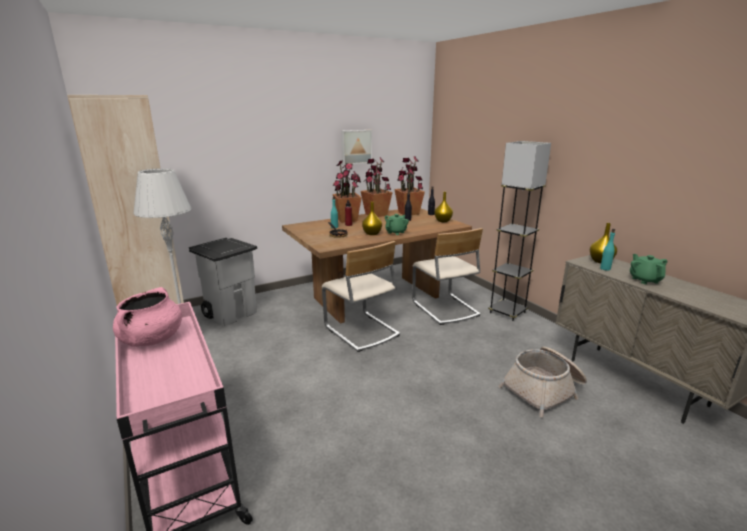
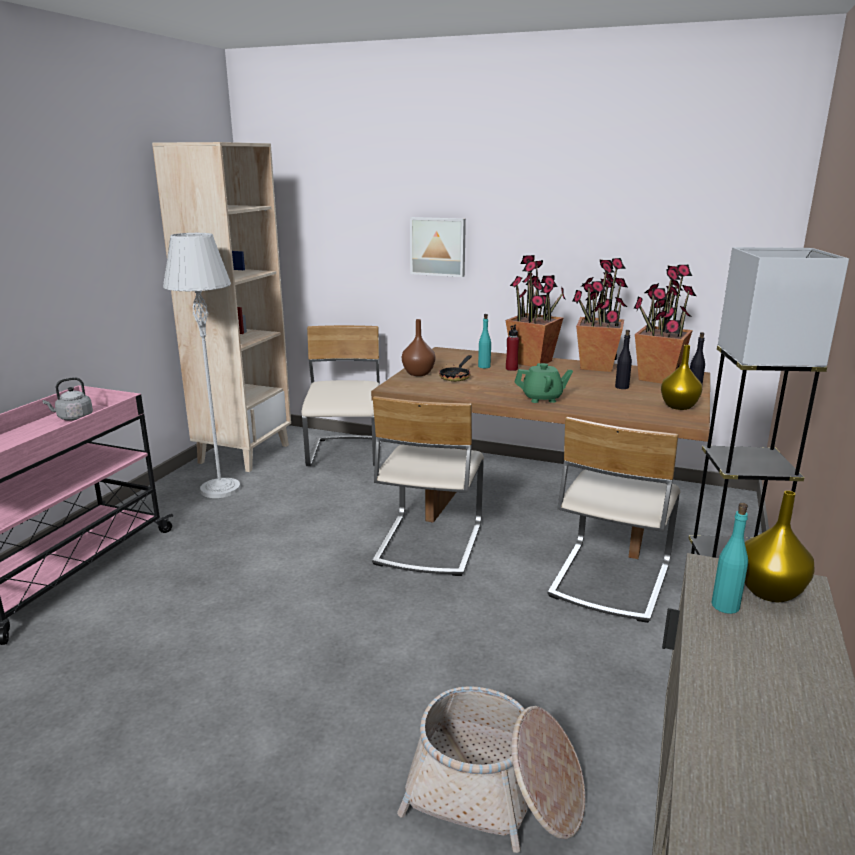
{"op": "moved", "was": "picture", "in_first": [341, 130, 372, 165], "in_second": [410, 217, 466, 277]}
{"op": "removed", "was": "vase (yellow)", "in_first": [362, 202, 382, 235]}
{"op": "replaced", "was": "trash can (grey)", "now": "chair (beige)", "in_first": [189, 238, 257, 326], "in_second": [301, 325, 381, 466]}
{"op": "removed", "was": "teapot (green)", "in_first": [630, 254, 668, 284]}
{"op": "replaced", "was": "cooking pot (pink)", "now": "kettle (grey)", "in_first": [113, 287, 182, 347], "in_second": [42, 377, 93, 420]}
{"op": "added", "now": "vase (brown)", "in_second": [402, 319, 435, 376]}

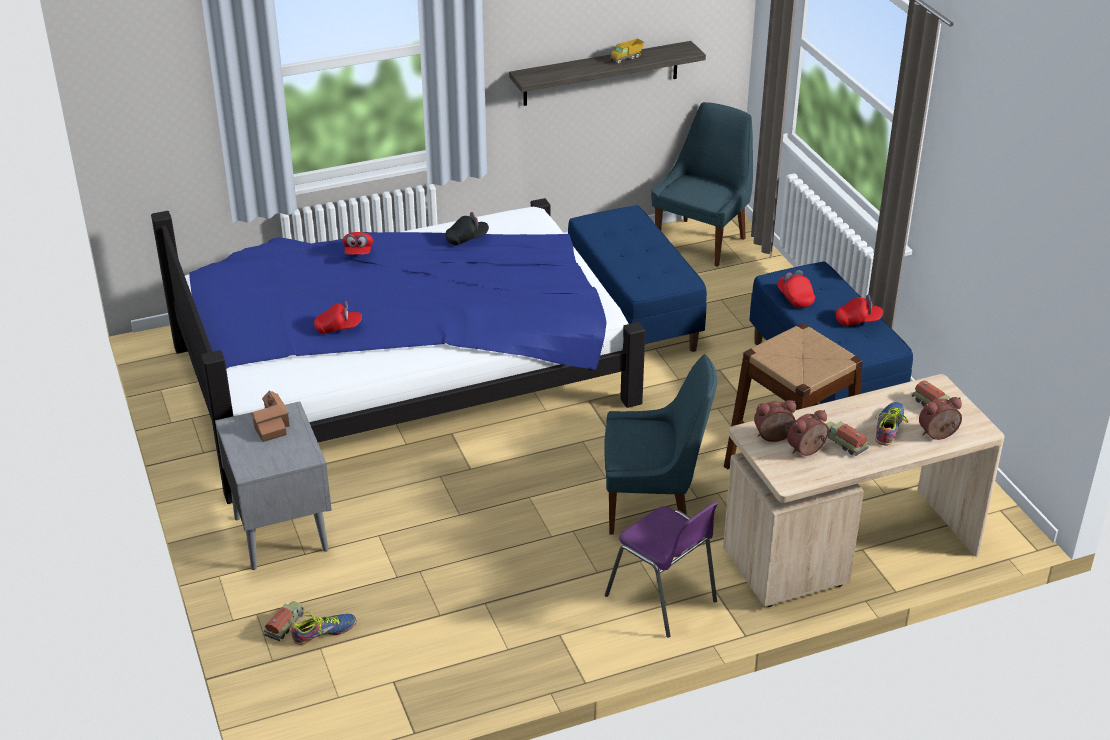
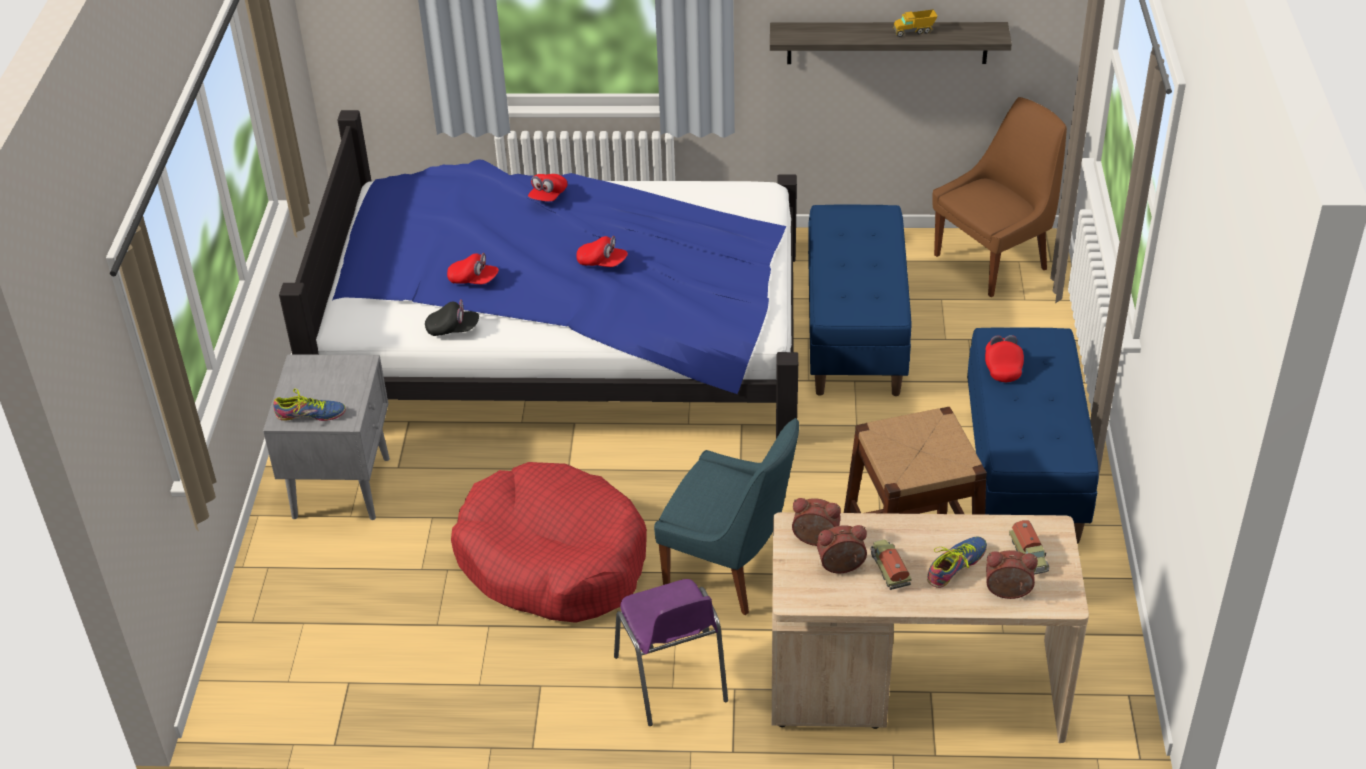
{"op": "recoloured", "was": "chair (blue)", "now": "chair (brown)", "in_first": [651, 102, 753, 267], "in_second": [933, 97, 1067, 297]}
{"op": "moved", "was": "cap (black)", "in_first": [445, 212, 489, 245], "in_second": [425, 299, 479, 336]}
{"op": "moved", "was": "cap (red)", "in_first": [835, 294, 883, 326], "in_second": [576, 236, 628, 267]}
{"op": "removed", "was": "toy house", "in_first": [251, 390, 289, 442]}
{"op": "removed", "was": "toy truck", "in_first": [264, 601, 304, 641]}
{"op": "moved", "was": "shoe", "in_first": [291, 612, 357, 645], "in_second": [273, 389, 346, 421]}
{"op": "added", "now": "dog bed (red)", "in_second": [451, 462, 647, 623]}

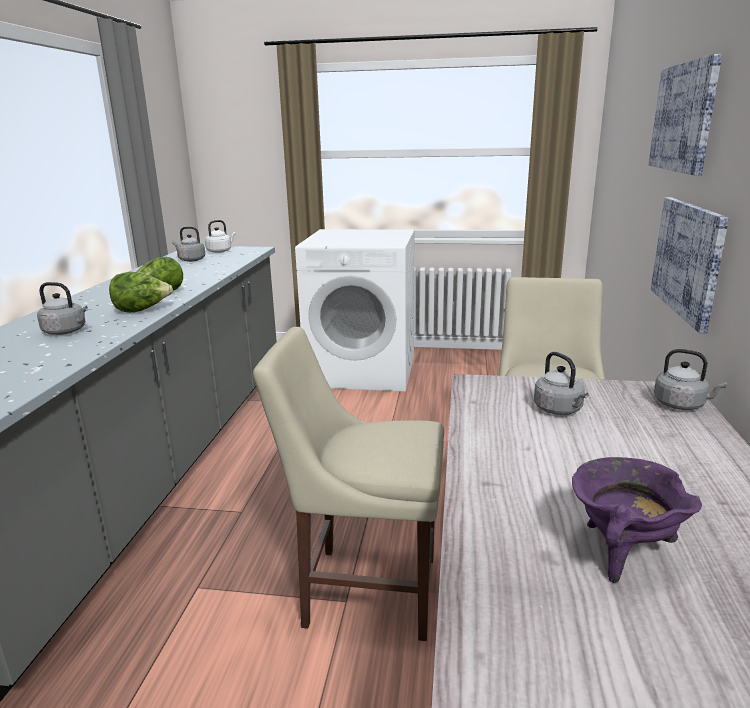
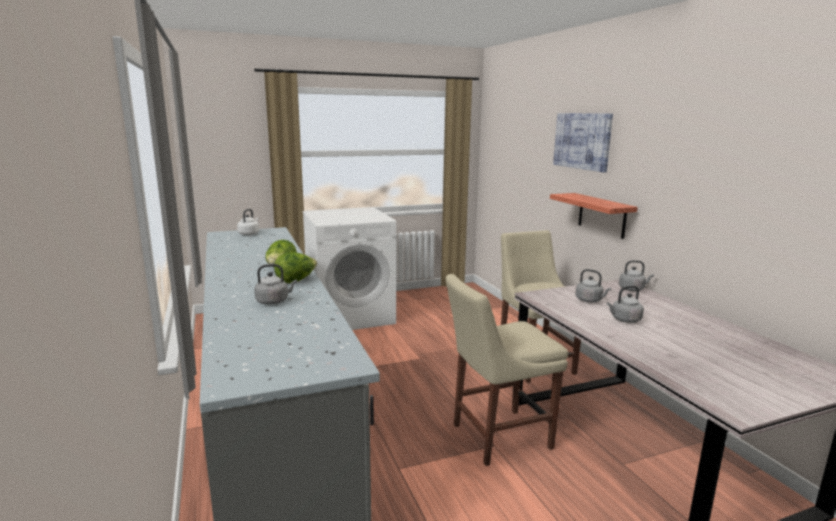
{"op": "replaced", "was": "picture", "now": "shelf", "in_first": [651, 197, 729, 333], "in_second": [550, 193, 638, 239]}
{"op": "moved", "was": "kettle (grey)", "in_first": [172, 227, 205, 262], "in_second": [607, 285, 644, 323]}
{"op": "removed", "was": "cooking pot (purple)", "in_first": [572, 457, 702, 583]}

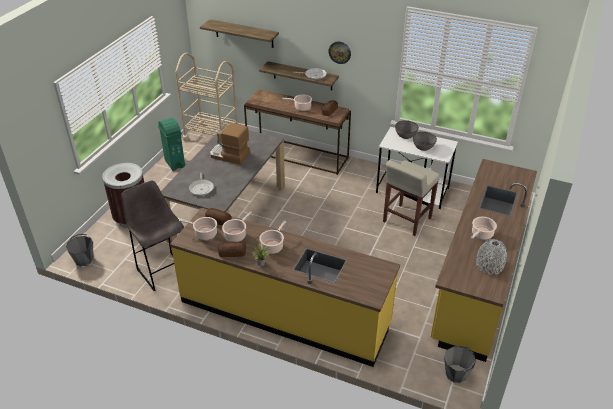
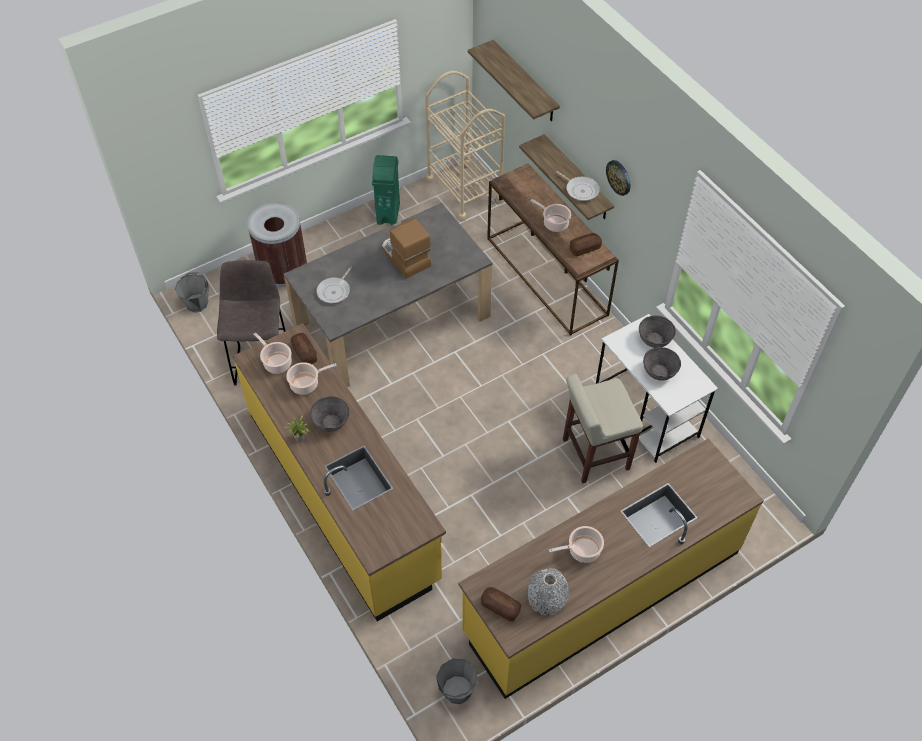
{"op": "replaced", "was": "cooking pot", "now": "bowl (grey)", "in_first": [259, 221, 286, 254], "in_second": [310, 396, 349, 432]}
{"op": "moved", "was": "bread", "in_first": [218, 242, 246, 257], "in_second": [481, 587, 521, 622]}

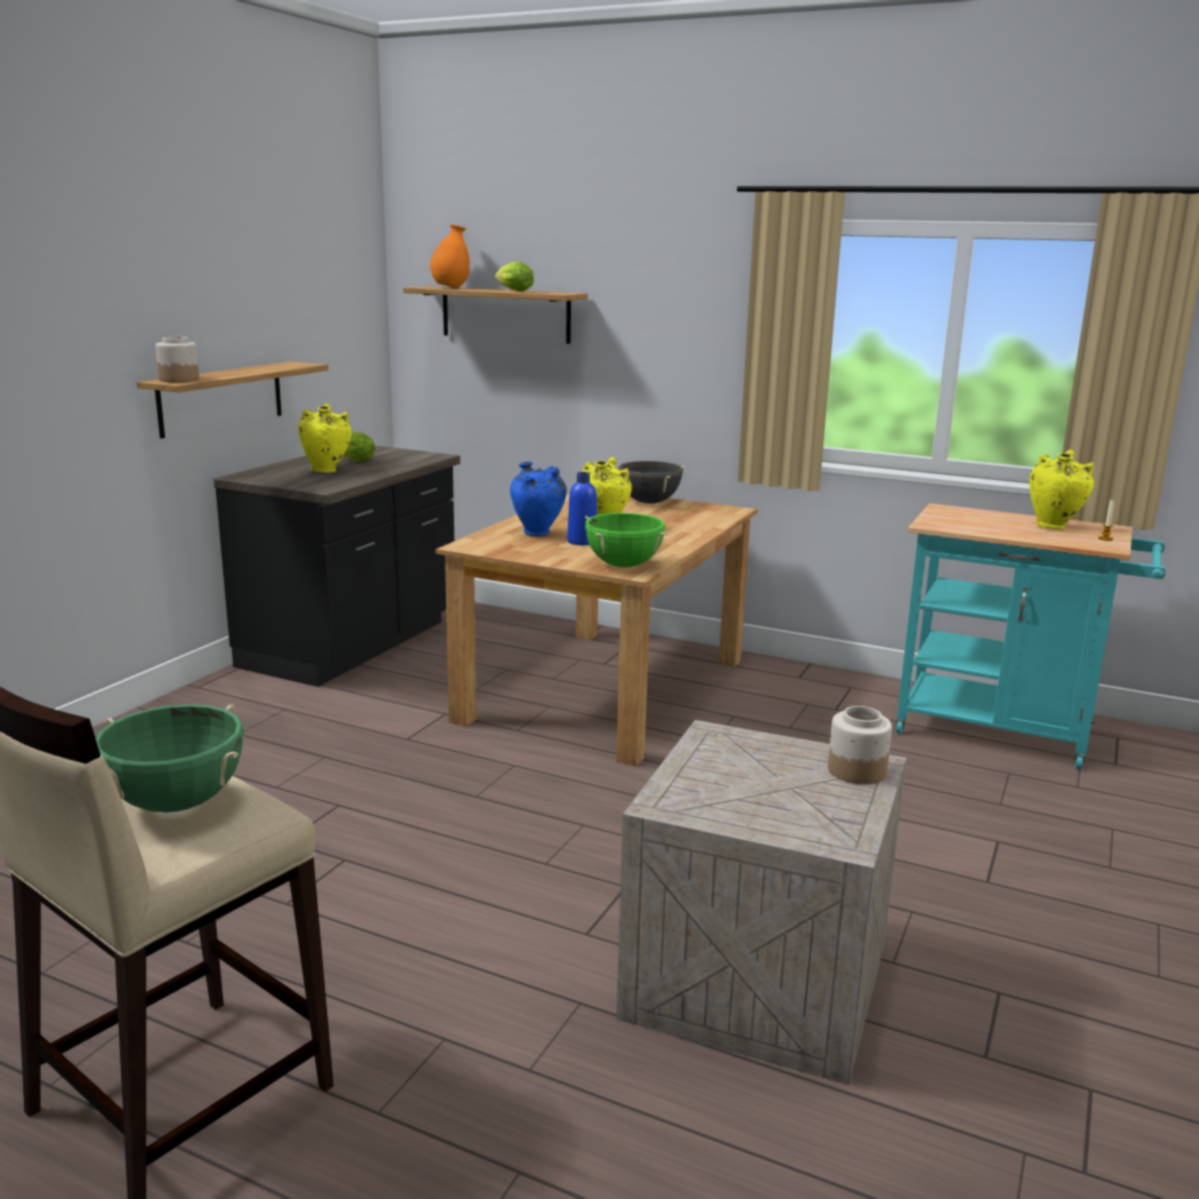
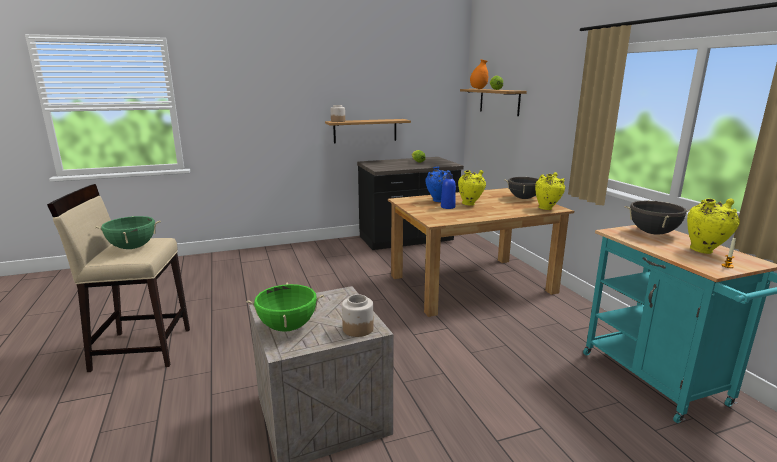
{"op": "moved", "was": "vase (yellow)", "in_first": [298, 403, 352, 473], "in_second": [535, 172, 565, 210]}
{"op": "moved", "was": "cooking pot (green)", "in_first": [584, 513, 668, 567], "in_second": [246, 283, 324, 332]}
{"op": "added", "now": "cooking pot (black)", "in_second": [624, 200, 690, 235]}

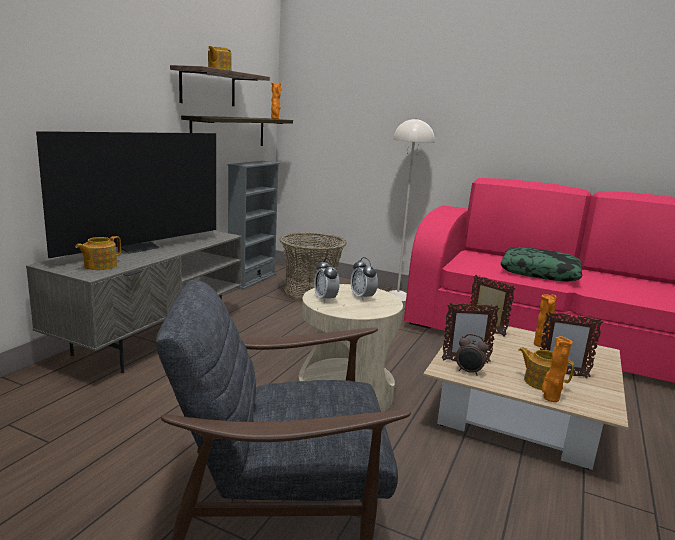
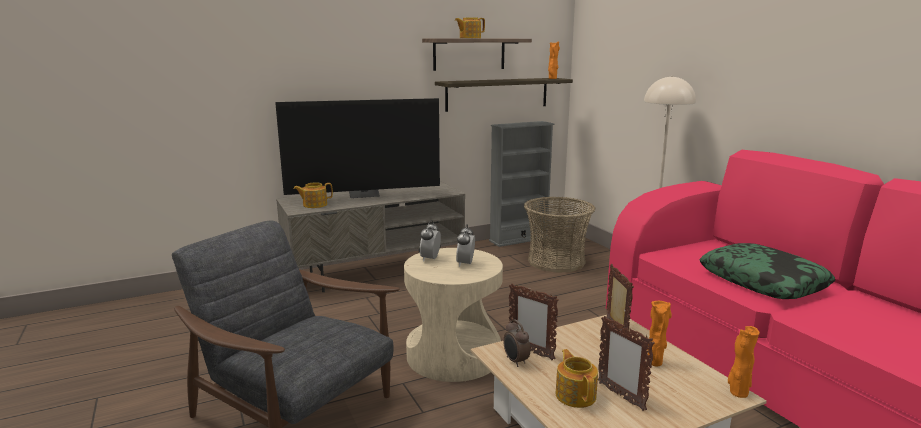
{"op": "moved", "was": "vase (orange)", "in_first": [542, 336, 572, 402], "in_second": [728, 326, 760, 398]}

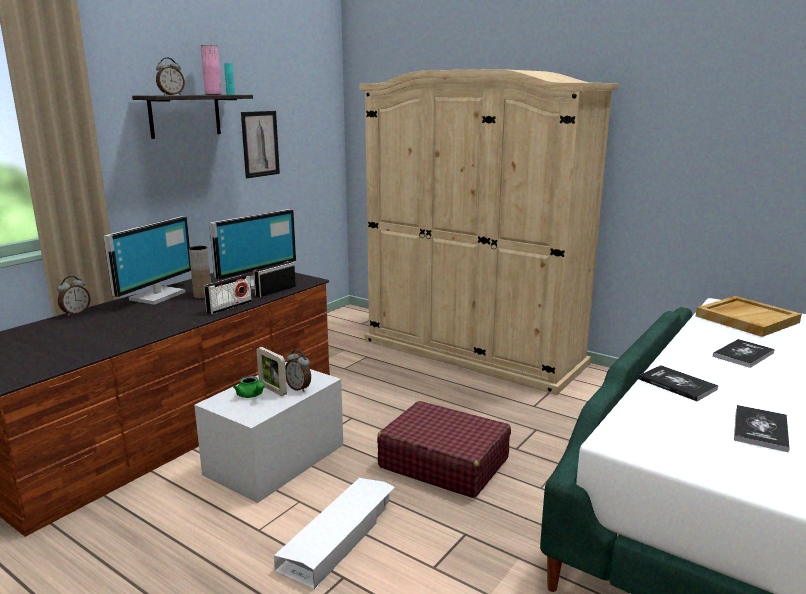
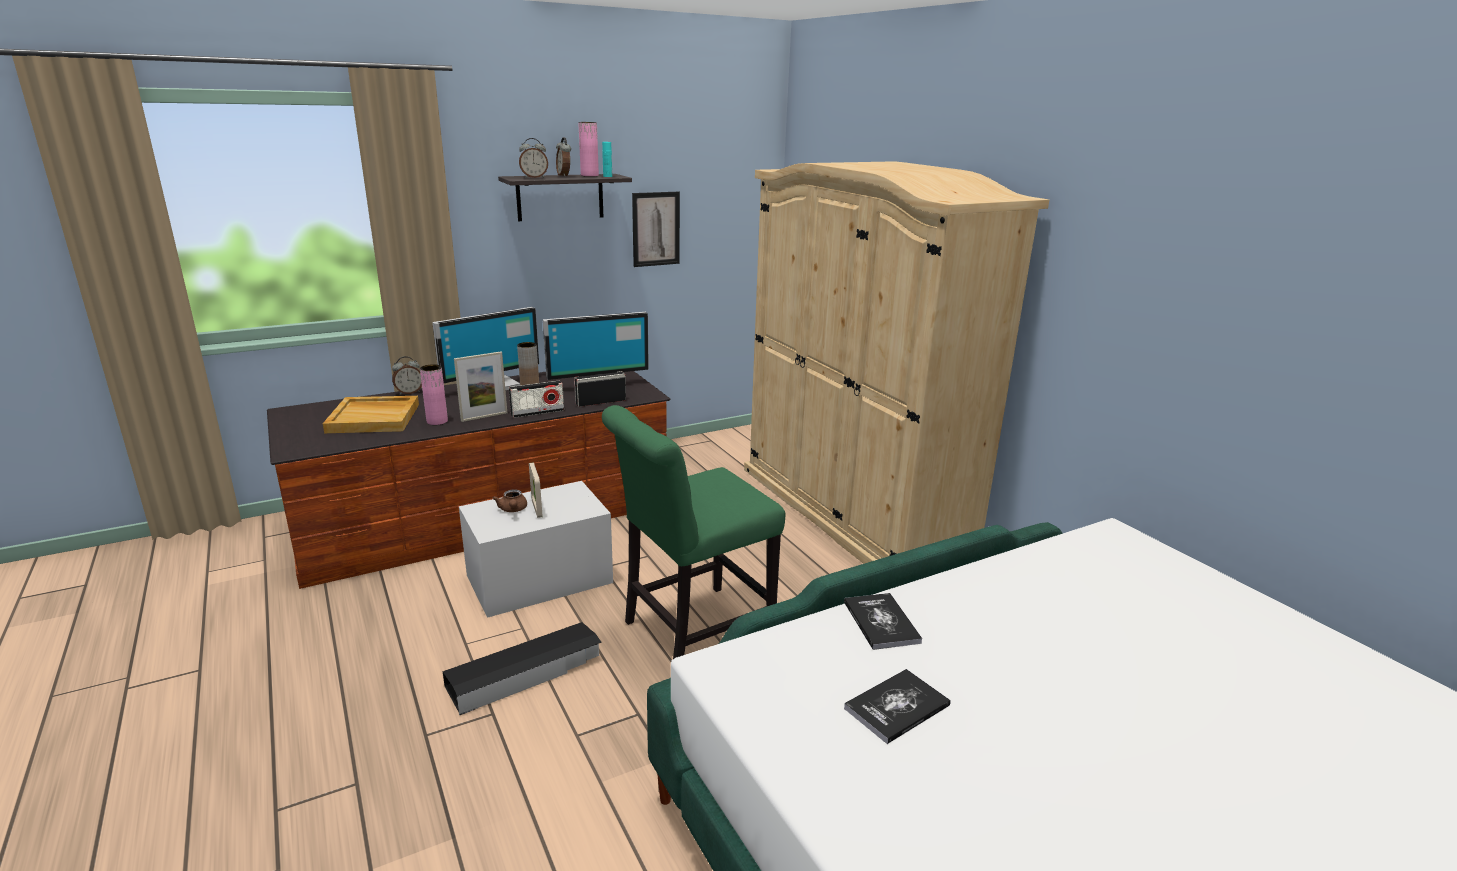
{"op": "moved", "was": "tray (beige)", "in_first": [696, 296, 802, 337], "in_second": [323, 396, 419, 433]}
{"op": "removed", "was": "book", "in_first": [713, 339, 775, 368]}
{"op": "moved", "was": "alarm clock", "in_first": [285, 350, 311, 392], "in_second": [556, 137, 571, 177]}
{"op": "recoloured", "was": "teapot (green)", "now": "teapot (brown)", "in_first": [233, 376, 265, 398], "in_second": [492, 489, 527, 512]}
{"op": "replaced", "was": "suitcase (red)", "now": "chair (green)", "in_first": [377, 401, 511, 498], "in_second": [602, 405, 786, 659]}
{"op": "recoloured", "was": "storage box (white)", "now": "storage box (black)", "in_first": [274, 478, 395, 589], "in_second": [443, 622, 602, 715]}
{"op": "added", "now": "picture frame", "in_second": [454, 352, 507, 422]}
{"op": "added", "now": "vase (pink)", "in_second": [420, 364, 448, 425]}

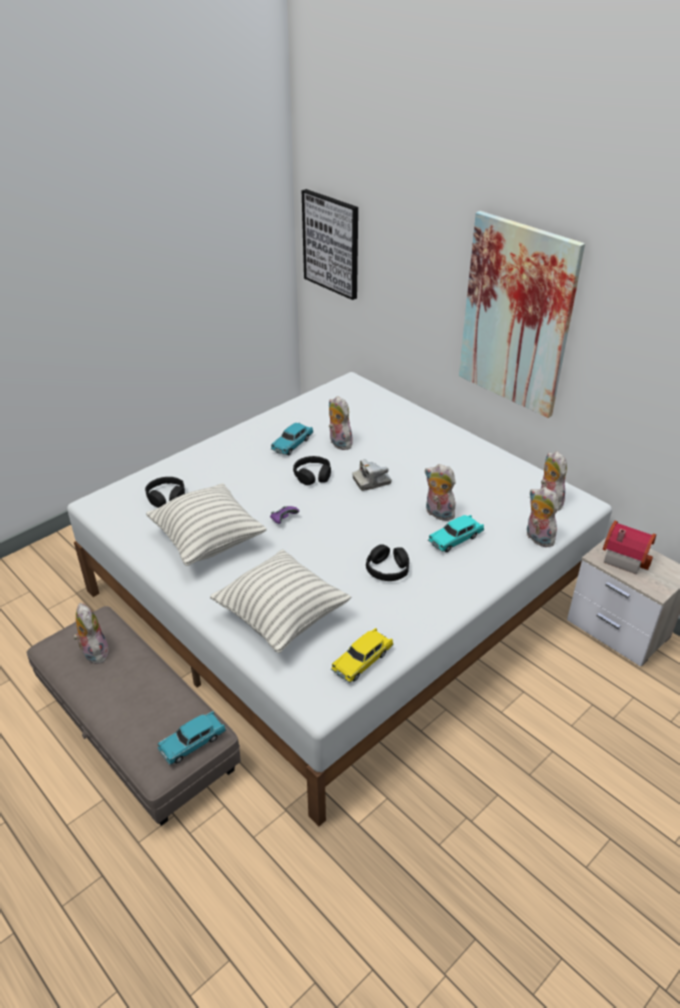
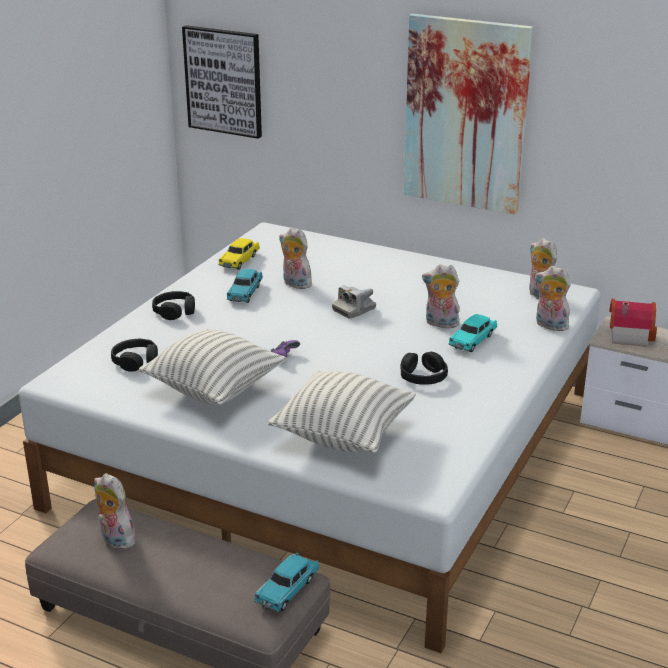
{"op": "moved", "was": "headphones (black)", "in_first": [293, 456, 331, 485], "in_second": [152, 291, 195, 320]}
{"op": "moved", "was": "toy car (yellow)", "in_first": [331, 628, 394, 683], "in_second": [218, 238, 260, 270]}

